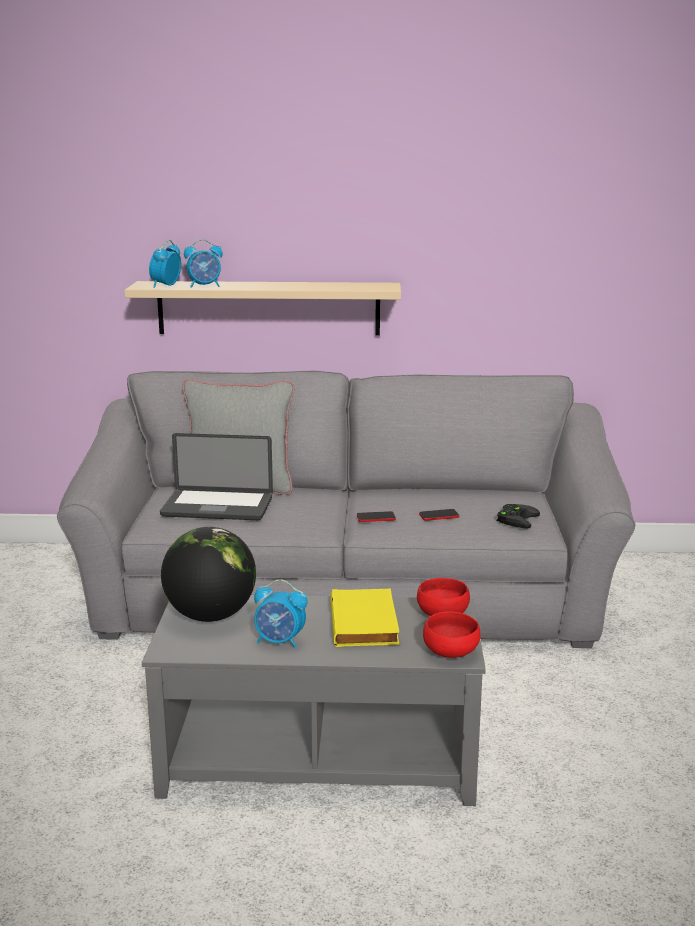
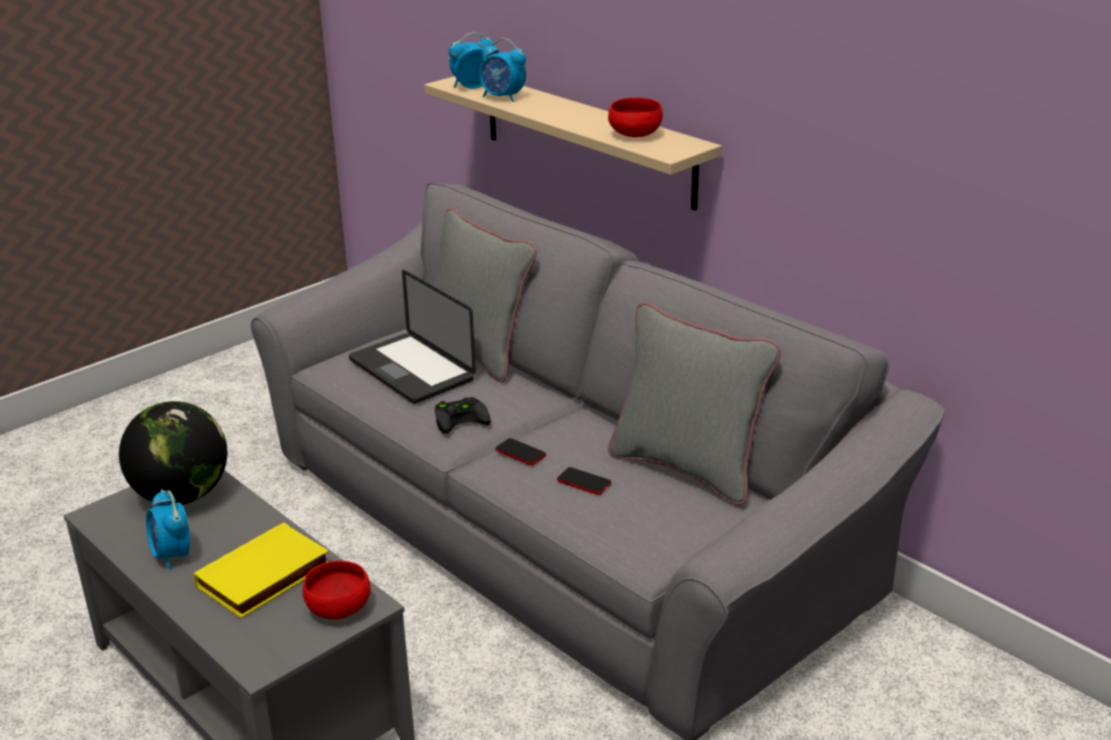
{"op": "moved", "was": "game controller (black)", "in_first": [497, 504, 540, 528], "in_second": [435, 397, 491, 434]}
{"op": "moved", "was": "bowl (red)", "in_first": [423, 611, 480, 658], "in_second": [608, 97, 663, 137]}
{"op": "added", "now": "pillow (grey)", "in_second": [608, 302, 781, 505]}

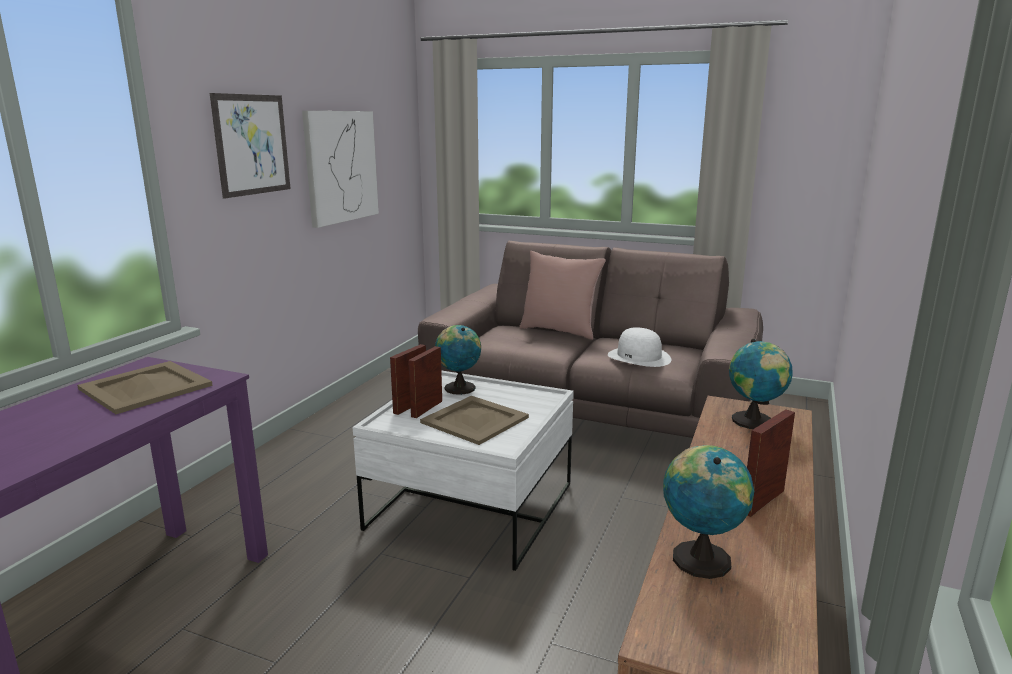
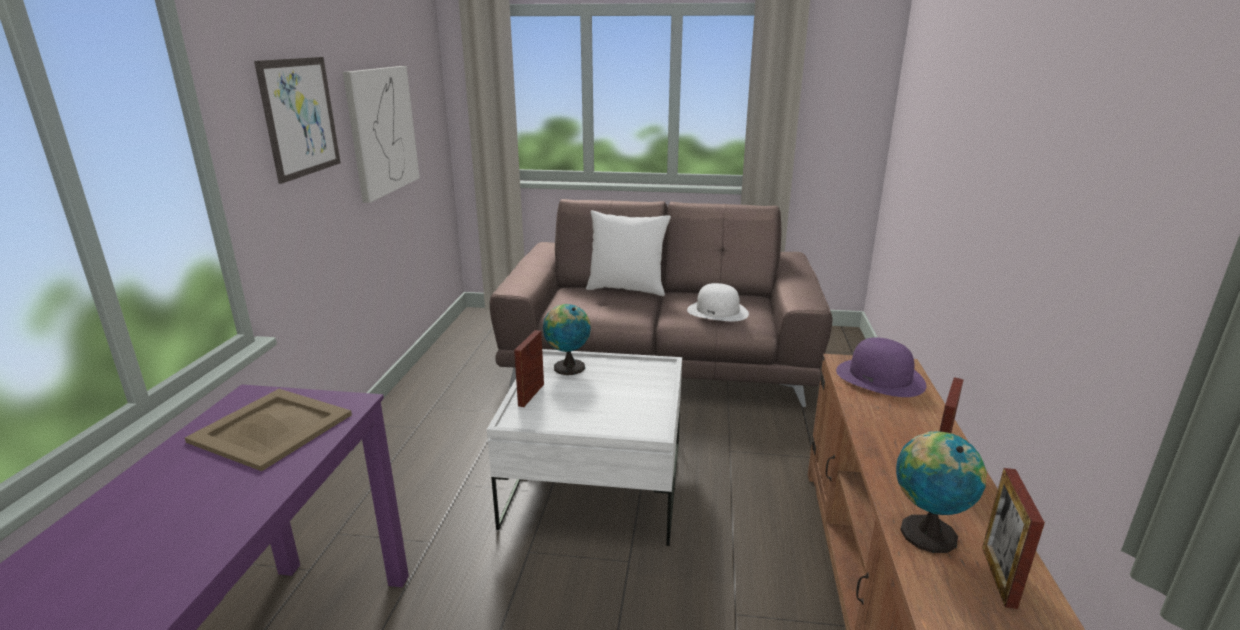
{"op": "recoloured", "was": "pillow (pink)", "now": "pillow (white)", "in_first": [519, 251, 606, 340], "in_second": [586, 210, 671, 296]}
{"op": "replaced", "was": "globe", "now": "hat (purple)", "in_first": [729, 339, 793, 429], "in_second": [836, 337, 926, 397]}
{"op": "moved", "was": "picture frame", "in_first": [408, 346, 442, 418], "in_second": [982, 468, 1045, 609]}
{"op": "removed", "was": "tray (beige)", "in_first": [420, 396, 529, 445]}

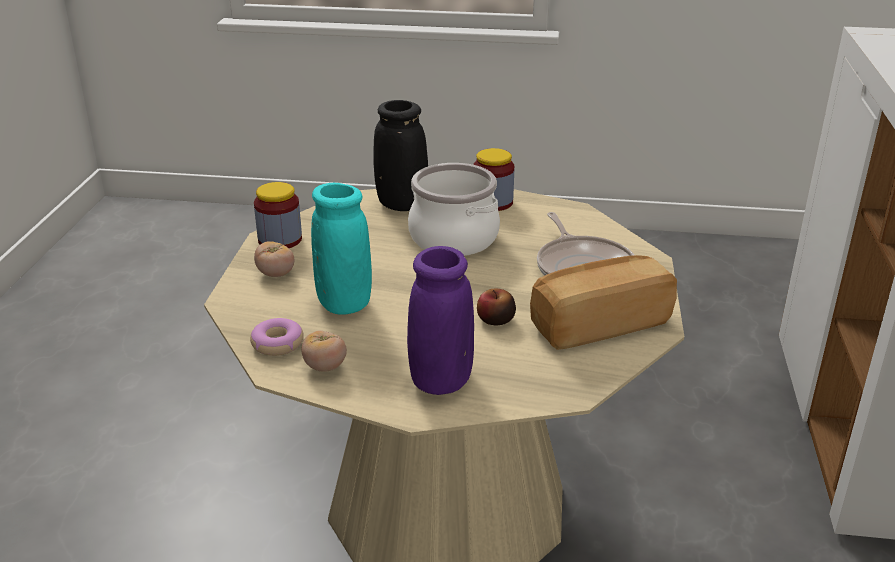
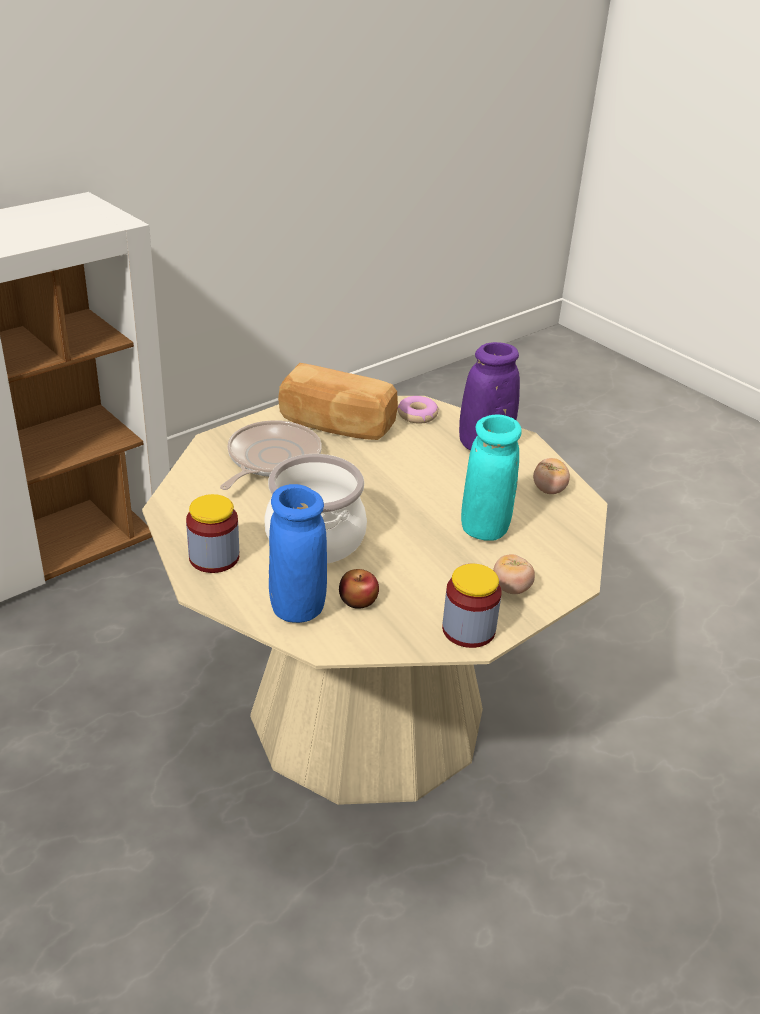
{"op": "recoloured", "was": "vase (black)", "now": "vase (blue)", "in_first": [373, 100, 428, 211], "in_second": [269, 484, 327, 623]}
{"op": "moved", "was": "apple", "in_first": [477, 289, 516, 325], "in_second": [339, 569, 379, 609]}
{"op": "moved", "was": "donut", "in_first": [250, 318, 304, 356], "in_second": [398, 396, 438, 424]}

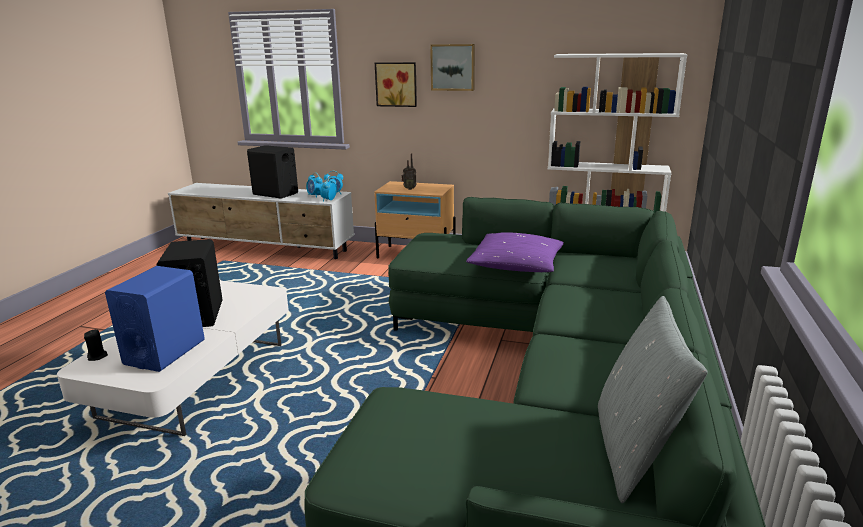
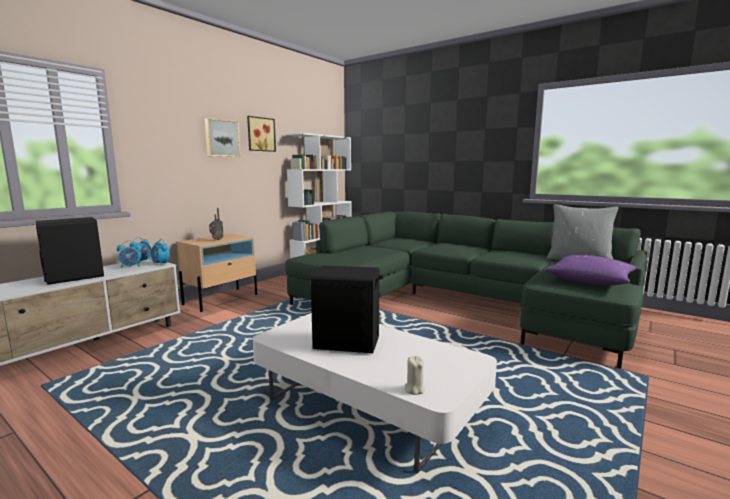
{"op": "moved", "was": "picture", "in_first": [375, 62, 417, 107], "in_second": [247, 116, 276, 152]}
{"op": "moved", "was": "pillow (purple)", "in_first": [466, 232, 564, 272], "in_second": [544, 255, 636, 285]}
{"op": "removed", "was": "speaker (blue)", "in_first": [105, 266, 205, 372]}
{"op": "recoloured", "was": "candle (black)", "now": "candle (beige)", "in_first": [84, 329, 108, 361], "in_second": [405, 356, 424, 395]}

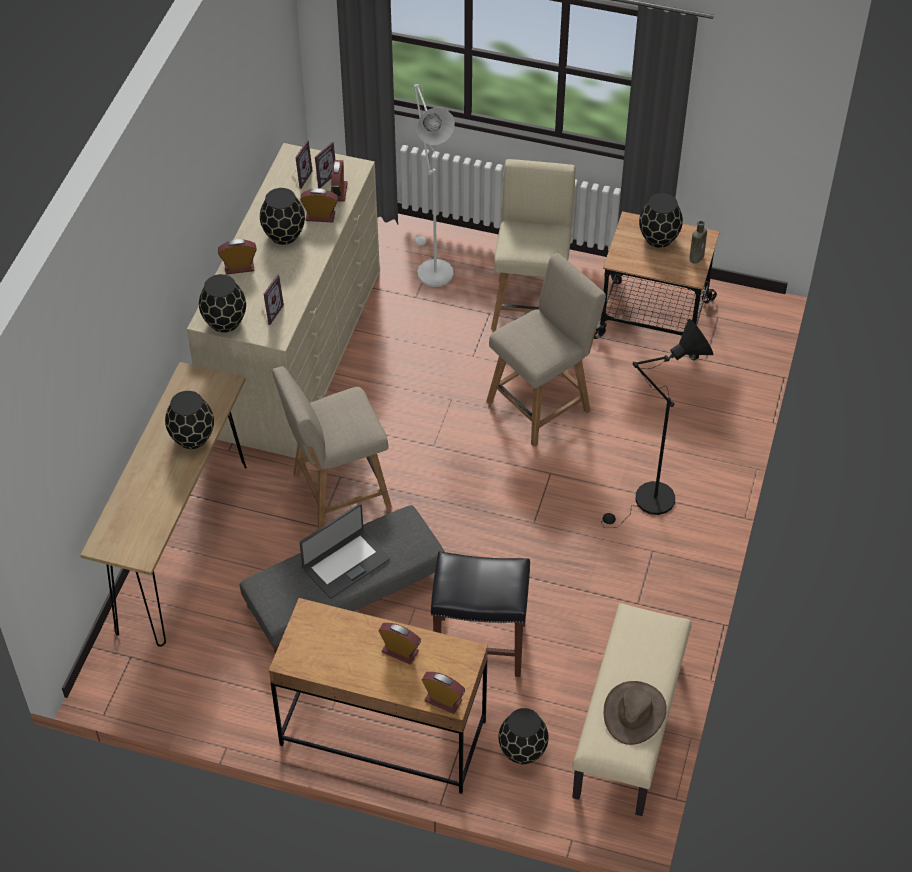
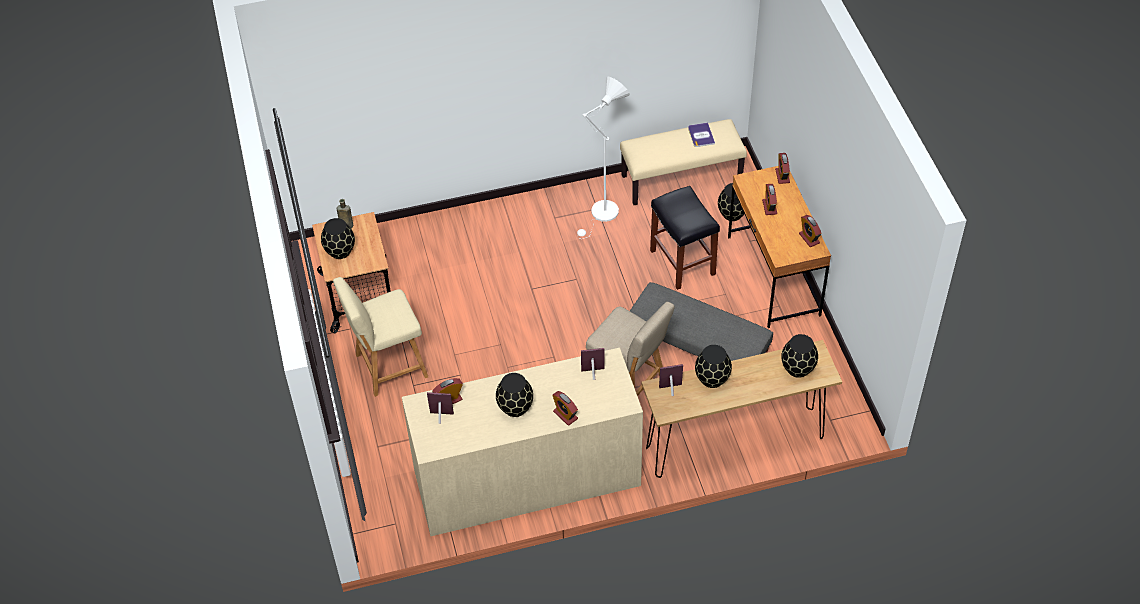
{"op": "moved", "was": "floor lamp (white)", "in_first": [410, 84, 455, 287], "in_second": [577, 77, 630, 239]}
{"op": "moved", "was": "picture frame", "in_first": [294, 140, 313, 189], "in_second": [659, 364, 683, 396]}
{"op": "moved", "was": "alarm clock", "in_first": [300, 188, 338, 222], "in_second": [799, 215, 821, 247]}
{"op": "removed", "was": "chair (beige)", "in_first": [486, 253, 606, 447]}
{"op": "moved", "was": "vase (black)", "in_first": [199, 274, 246, 333], "in_second": [781, 334, 818, 378]}
{"op": "removed", "was": "floor lamp (black)", "in_first": [601, 319, 714, 528]}
{"op": "removed", "was": "laptop", "in_first": [299, 503, 390, 599]}
{"op": "replaced", "was": "hat (brown)", "now": "book", "in_first": [604, 681, 667, 745], "in_second": [688, 122, 715, 147]}

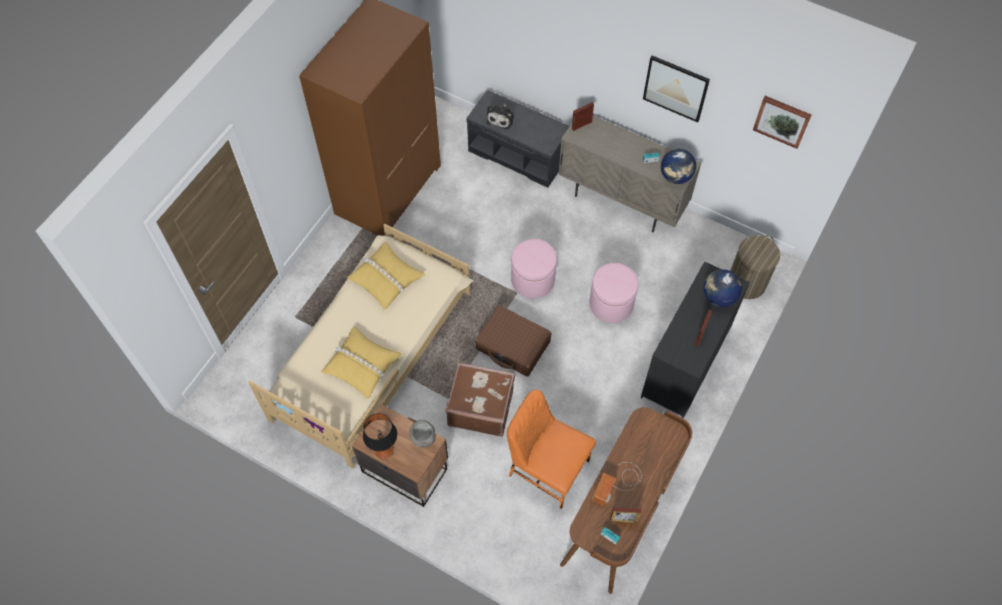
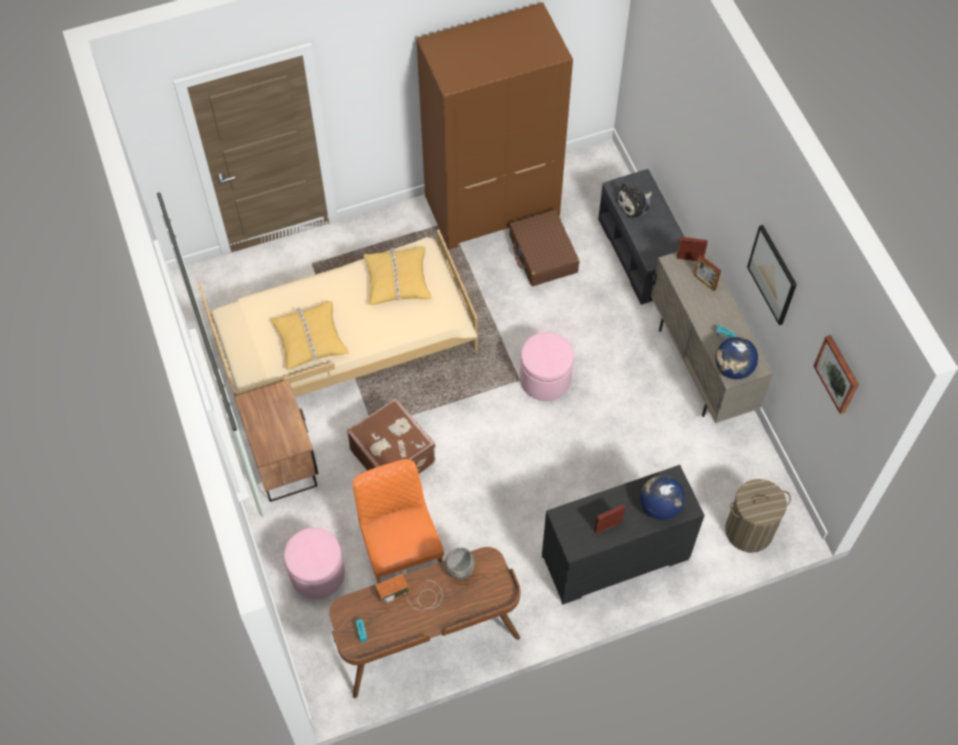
{"op": "moved", "was": "ottoman (pink)", "in_first": [589, 263, 639, 323], "in_second": [284, 528, 345, 599]}
{"op": "moved", "was": "suitcase (brown)", "in_first": [475, 305, 551, 377], "in_second": [509, 209, 579, 286]}
{"op": "removed", "was": "table lamp", "in_first": [363, 413, 397, 460]}
{"op": "moved", "was": "bowl (grey)", "in_first": [410, 420, 436, 447], "in_second": [445, 548, 475, 580]}
{"op": "moved", "was": "picture frame", "in_first": [610, 507, 641, 524], "in_second": [694, 255, 721, 291]}

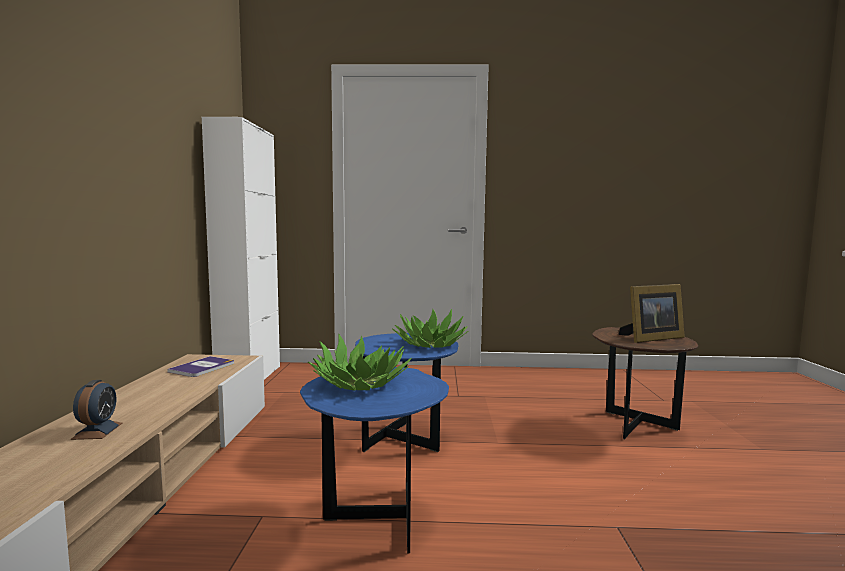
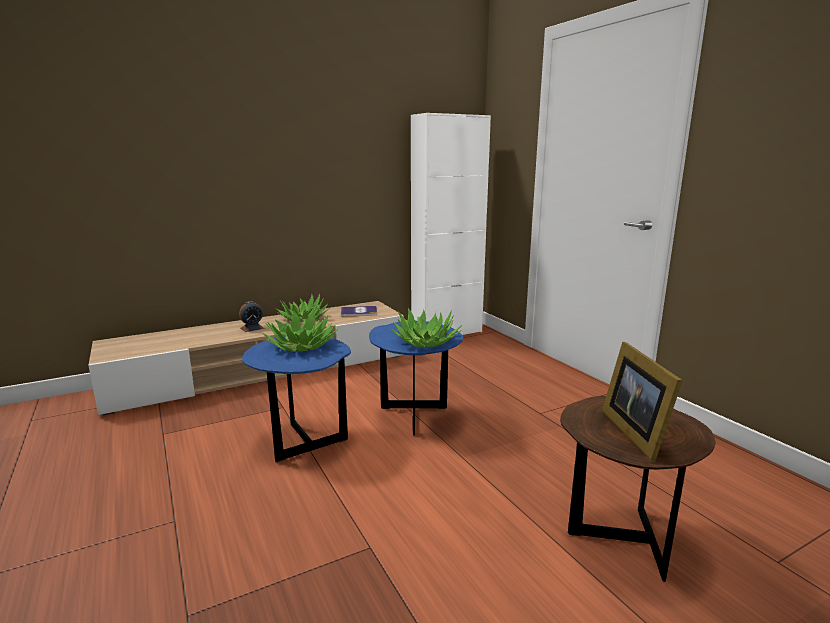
{"op": "turned", "was": "picture frame", "in_first": [619, 284, 685, 343], "in_second": [602, 342, 683, 461], "clockwise": 45}
{"op": "added", "now": "potted plant", "in_second": [276, 294, 330, 322]}

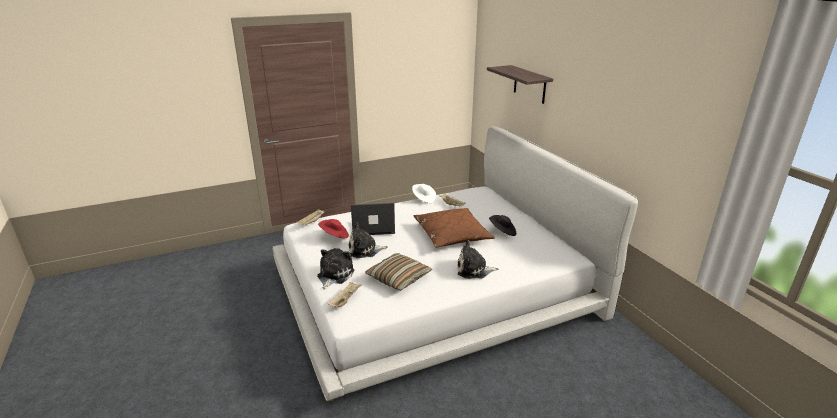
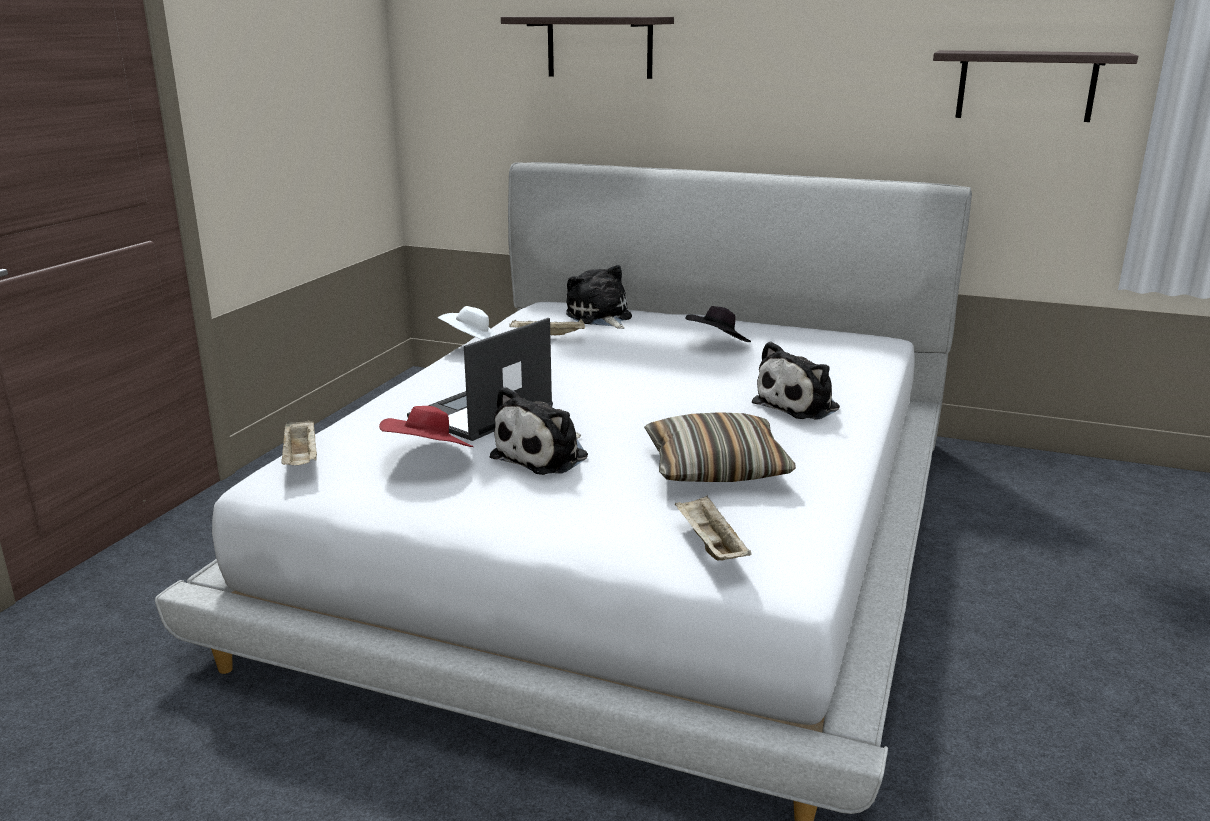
{"op": "removed", "was": "pillow (brown)", "in_first": [414, 208, 495, 248]}
{"op": "moved", "was": "plush toy", "in_first": [317, 248, 355, 290], "in_second": [566, 265, 632, 329]}
{"op": "added", "now": "shelf", "in_second": [933, 50, 1138, 122]}

